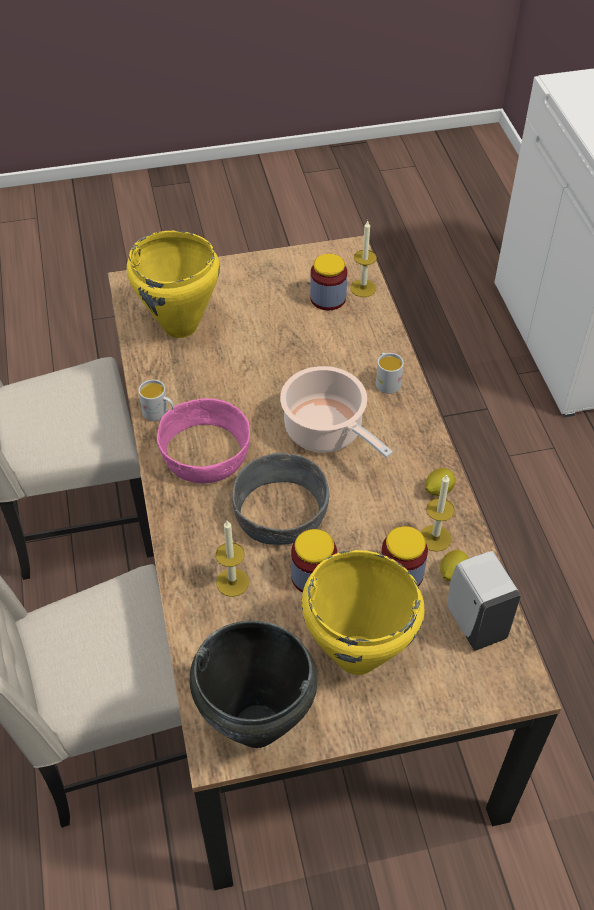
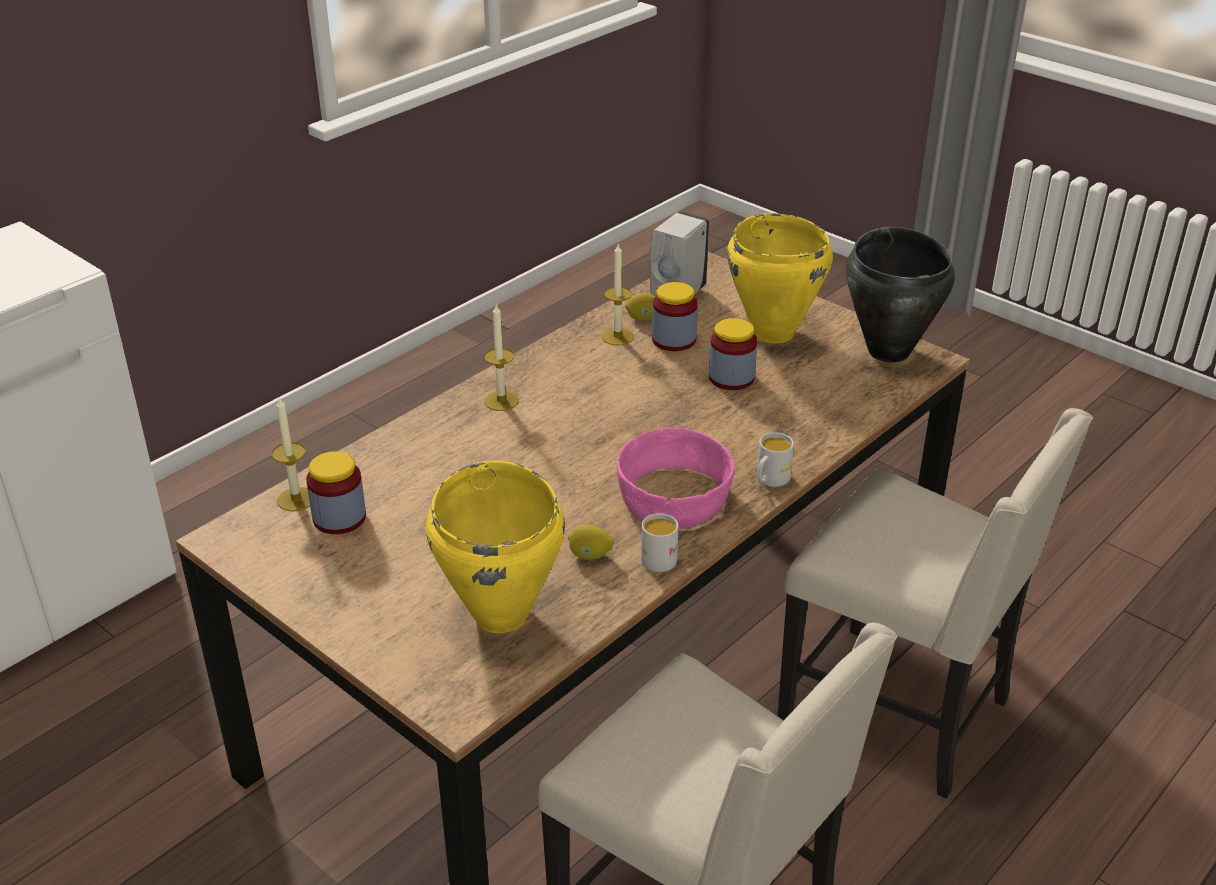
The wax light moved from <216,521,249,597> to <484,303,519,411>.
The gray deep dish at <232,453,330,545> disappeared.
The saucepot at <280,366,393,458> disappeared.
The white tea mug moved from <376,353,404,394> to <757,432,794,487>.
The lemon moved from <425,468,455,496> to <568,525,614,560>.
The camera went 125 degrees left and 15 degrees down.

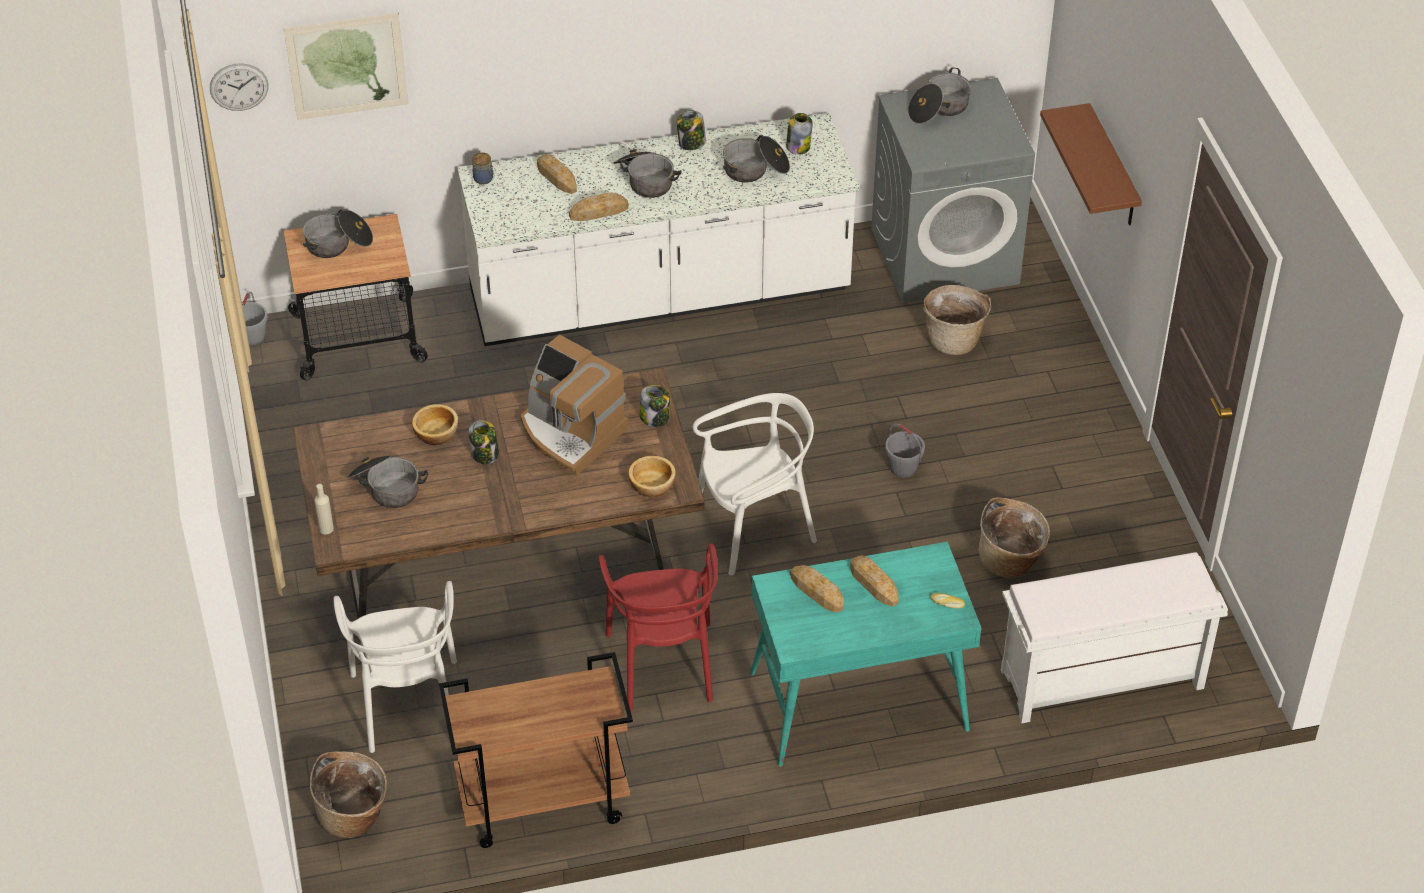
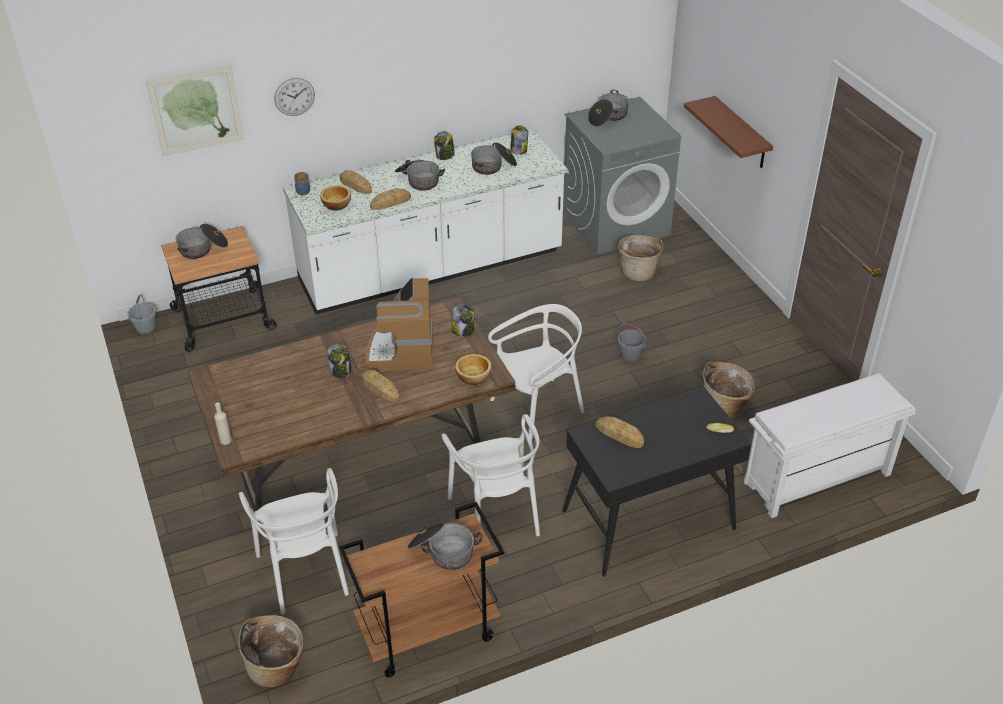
The clock on the wall moved from <210,63,268,111> to <274,78,315,116>.
The saucepot moved from <347,455,428,508> to <408,523,482,570>.
The deep dish moved from <412,404,458,445> to <320,186,351,211>.
The coffee brewer at <520,334,628,476> turned 60 degrees clockwise.
The red upright chair at <598,543,718,711> became the white upright chair at <441,414,540,536>.
The blue-green desk at <750,542,981,767> became the blackish desk at <562,387,751,577>.
The bread moved from <850,555,899,607> to <361,369,399,402>.
The camera went 10 degrees left and 5 degrees down.

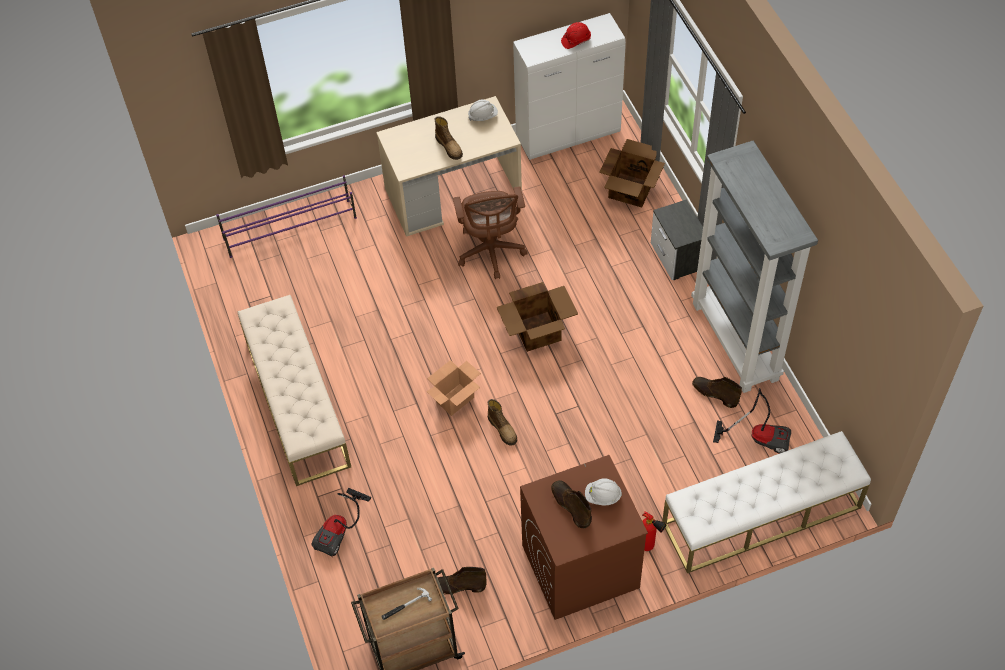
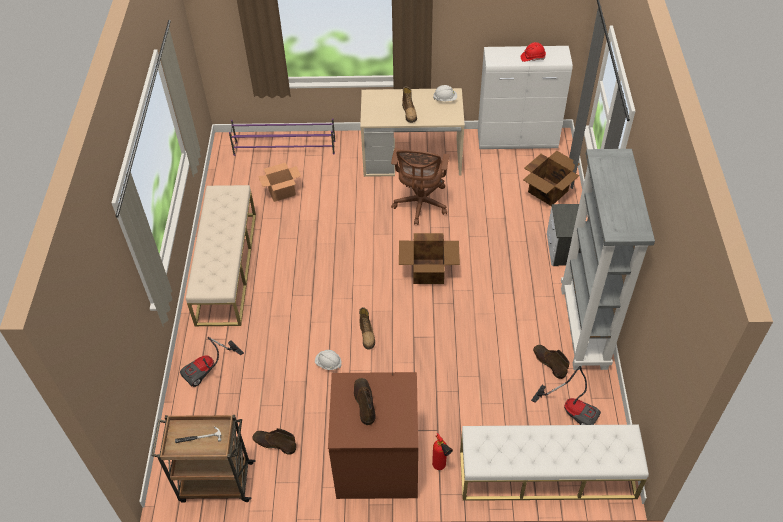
The carton moved from <426,360,481,416> to <258,162,301,202>.
The white hard hat moved from <585,478,622,506> to <315,350,342,370>.
The camera went 20 degrees right and 5 degrees down.

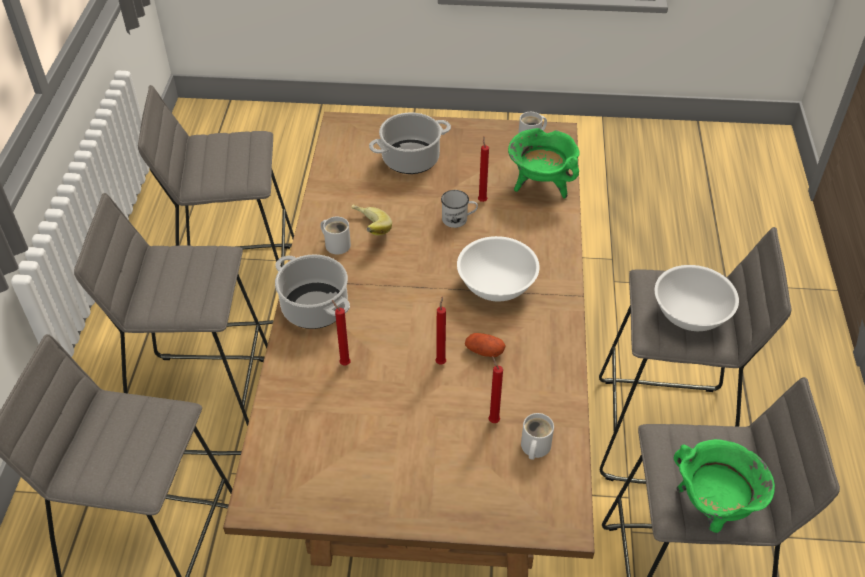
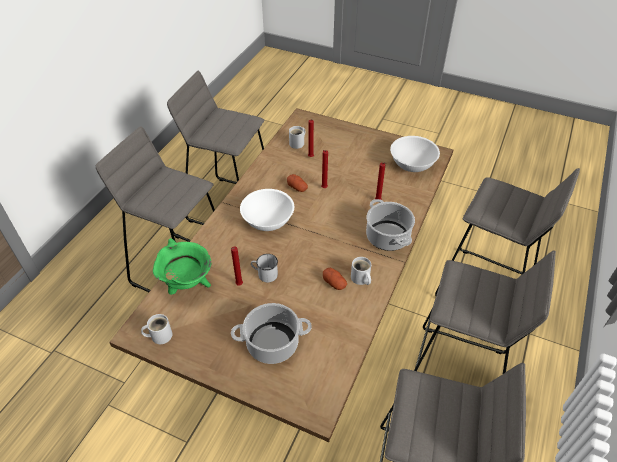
The banana at <351,204,392,236> was replaced by the whole potato at <323,268,347,290>.
The white deep dish moved from <655,265,739,331> to <390,136,440,172>.
The greenish saucepot at <673,439,775,533> disappeared.
The camera went 160 degrees left and 0 degrees up.

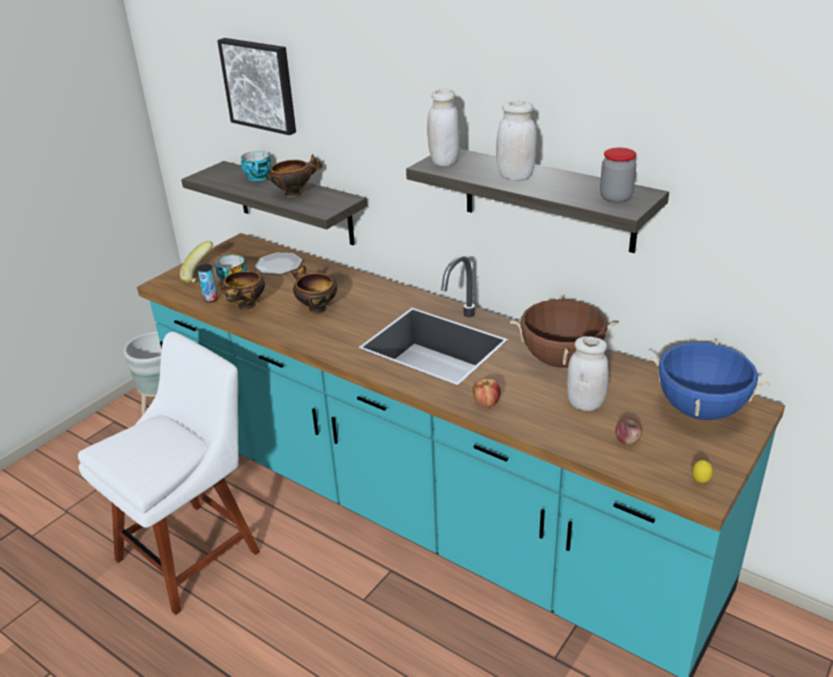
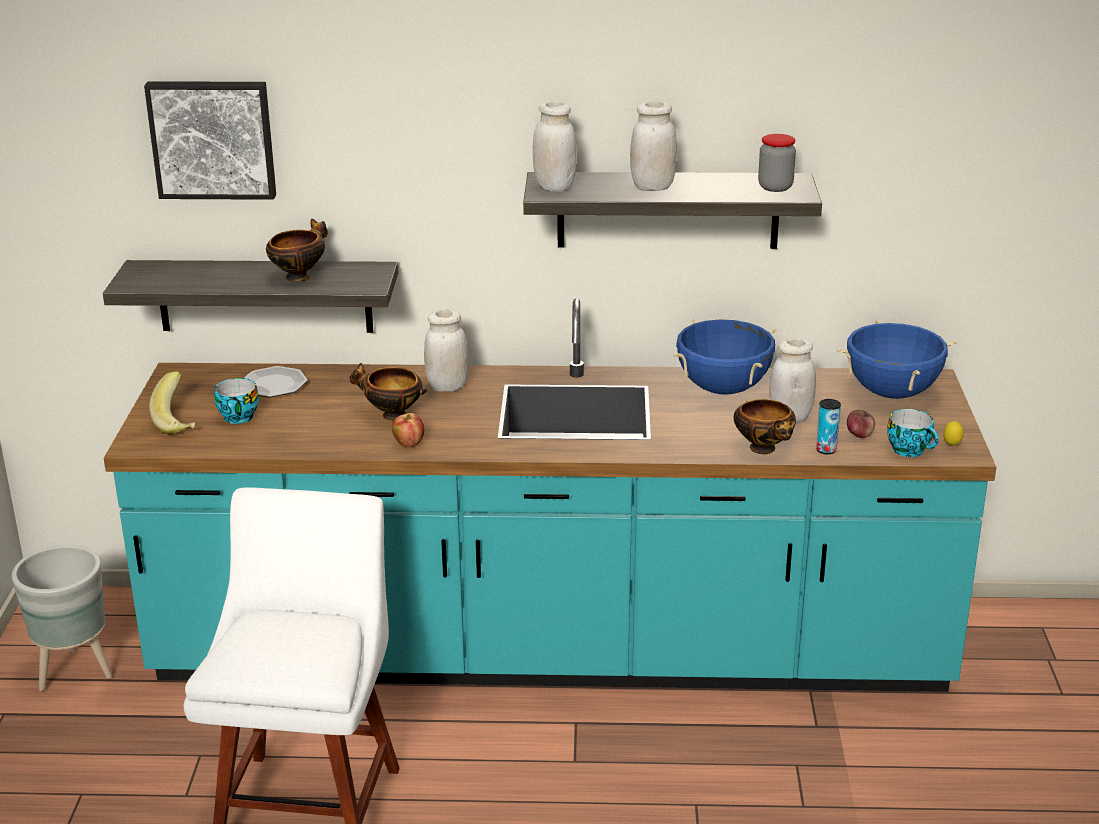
The can moved from <197,264,218,302> to <816,399,841,454>.
The deep dish moved from <221,271,265,310> to <734,399,796,454>.
The small cup moved from <241,151,271,181> to <887,409,939,457>.
The apple fruit moved from <473,378,501,408> to <392,413,424,448>.
The brown-coloured saucepot at <510,296,618,368> became the blue saucepot at <673,319,777,395>.
The white preserve jar at <424,309,468,392> appeared.
The camera went 35 degrees left and 5 degrees down.

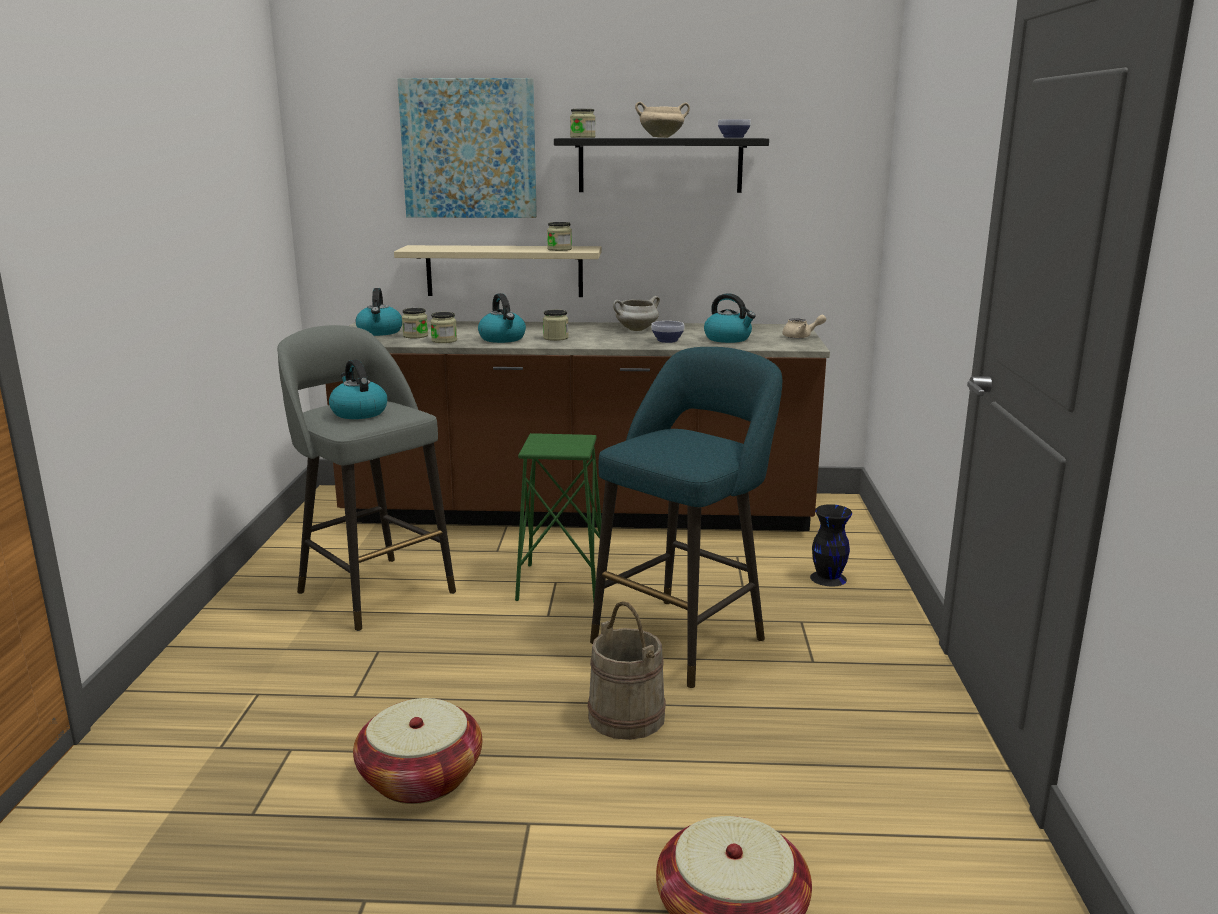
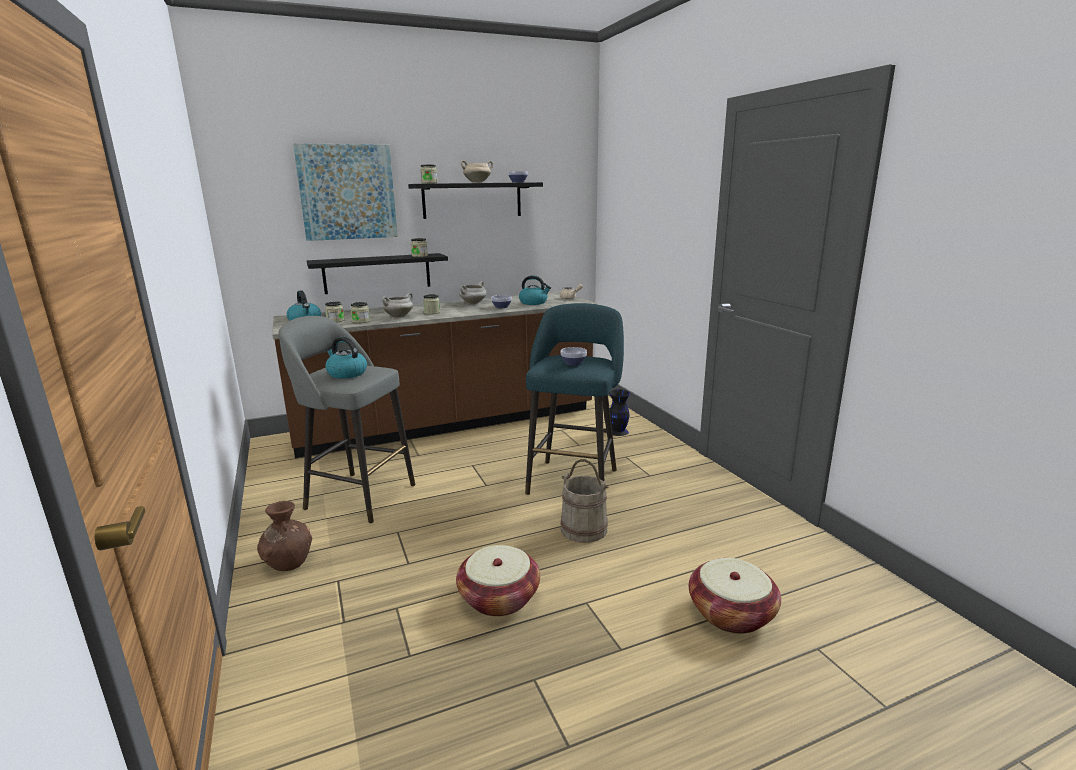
The beige bracket shelf at <394,245,602,297> became the blackish bracket shelf at <307,253,448,294>.
The kettle at <478,293,526,343> was replaced by the white saucepot at <382,293,413,318>.
The greenish stool seat at <515,433,602,603> disappeared.
The brown-coloured decorative vase at <257,501,312,571> appeared.
The deep dish at <561,347,587,366> appeared.
The camera went 25 degrees left and 0 degrees up.

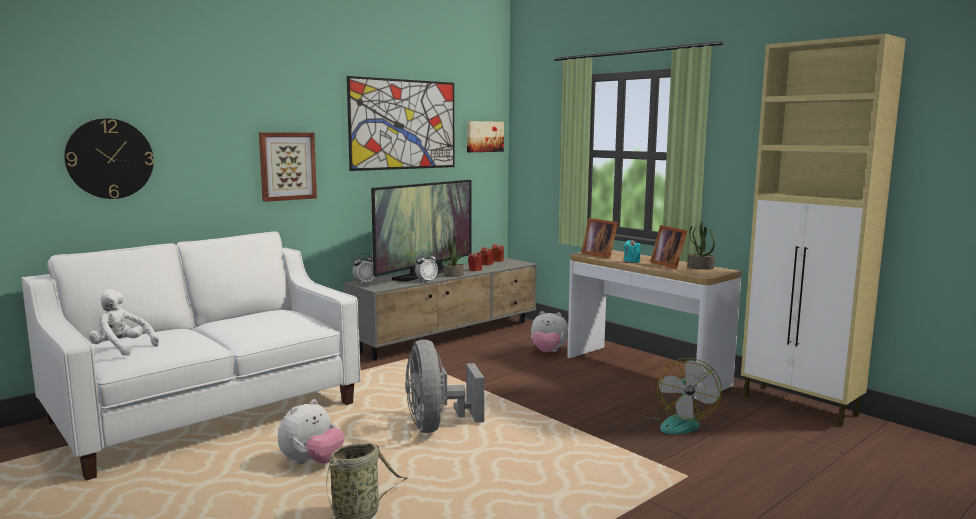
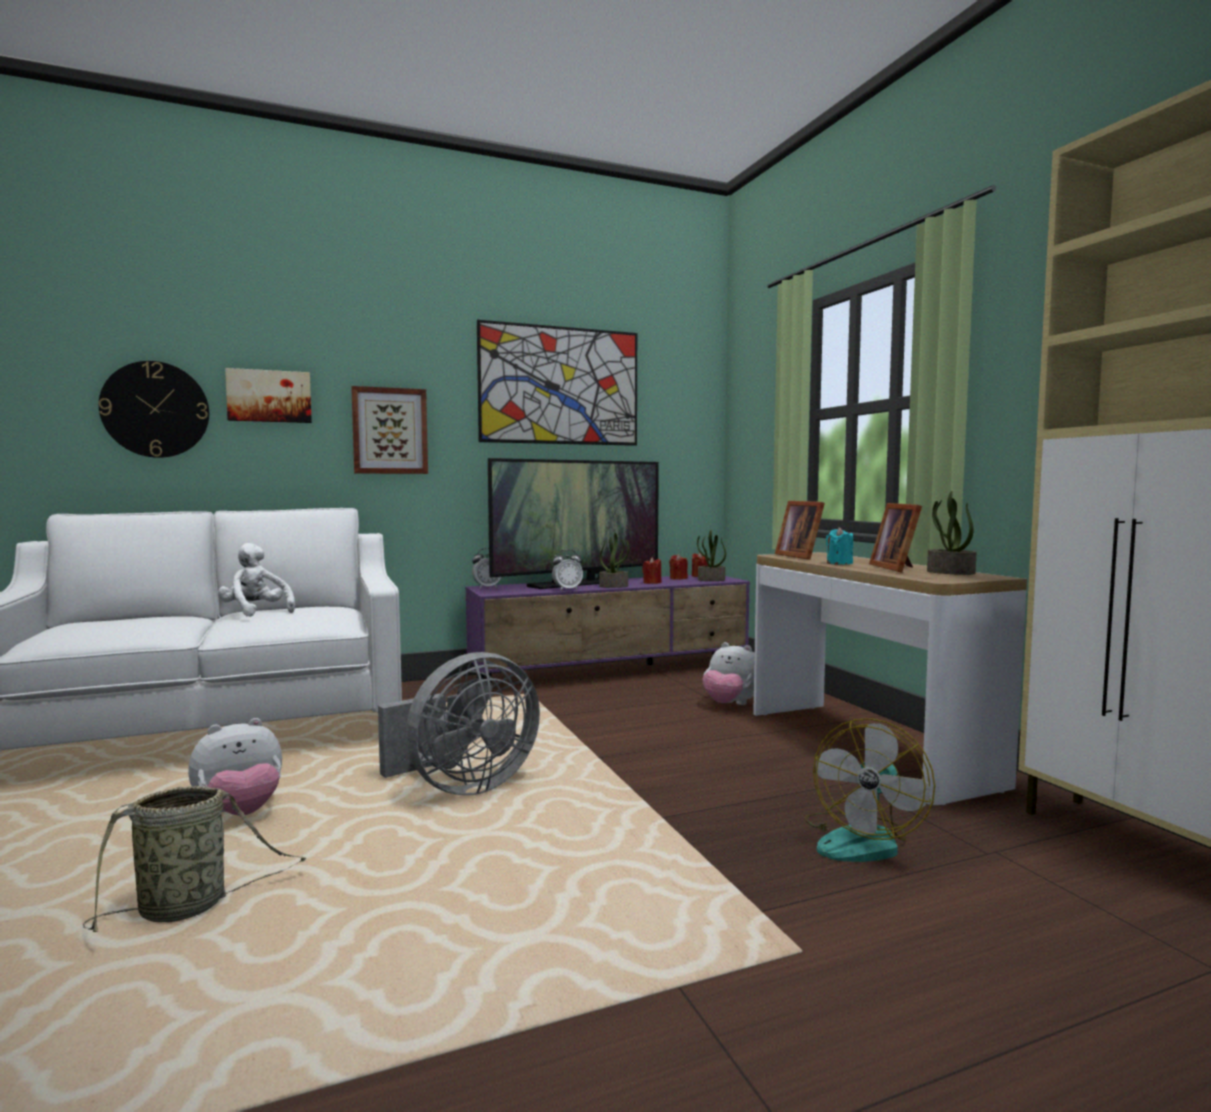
The white cuddly toy moved from <89,289,159,356> to <218,543,295,617>.
The gray tv unit at <344,257,537,360> became the purple tv unit at <465,575,750,683>.
The gray cooling fan at <405,340,484,433> turned 135 degrees counterclockwise.
The wall art moved from <467,121,504,152> to <225,368,312,423>.
The potted plant at <697,530,726,581> appeared.
The camera went 20 degrees right and 5 degrees down.

